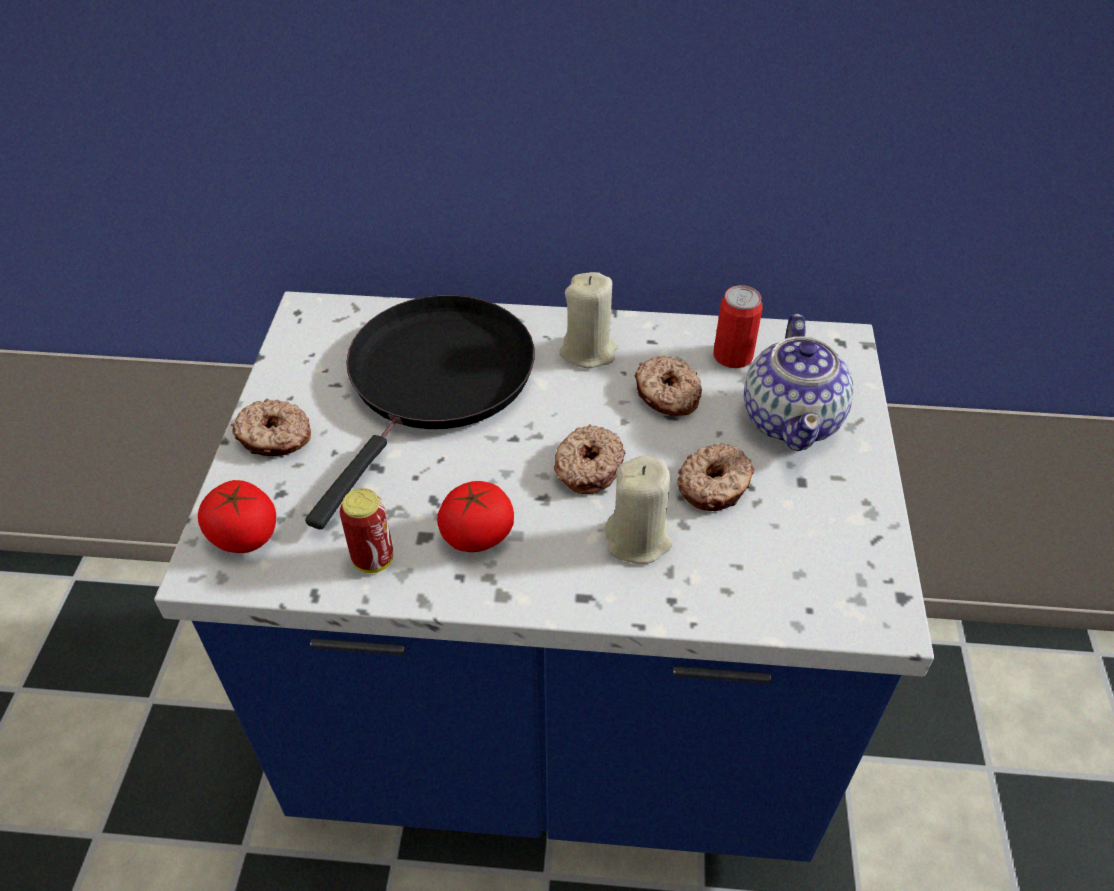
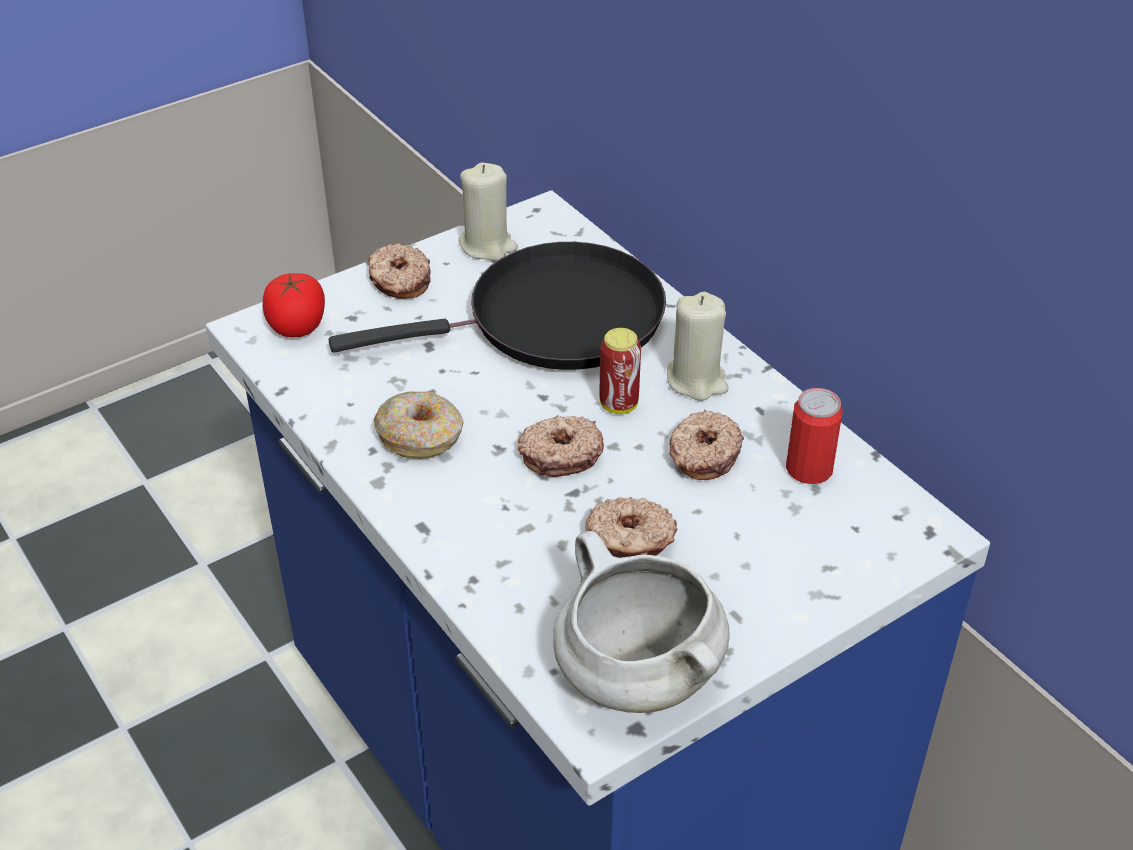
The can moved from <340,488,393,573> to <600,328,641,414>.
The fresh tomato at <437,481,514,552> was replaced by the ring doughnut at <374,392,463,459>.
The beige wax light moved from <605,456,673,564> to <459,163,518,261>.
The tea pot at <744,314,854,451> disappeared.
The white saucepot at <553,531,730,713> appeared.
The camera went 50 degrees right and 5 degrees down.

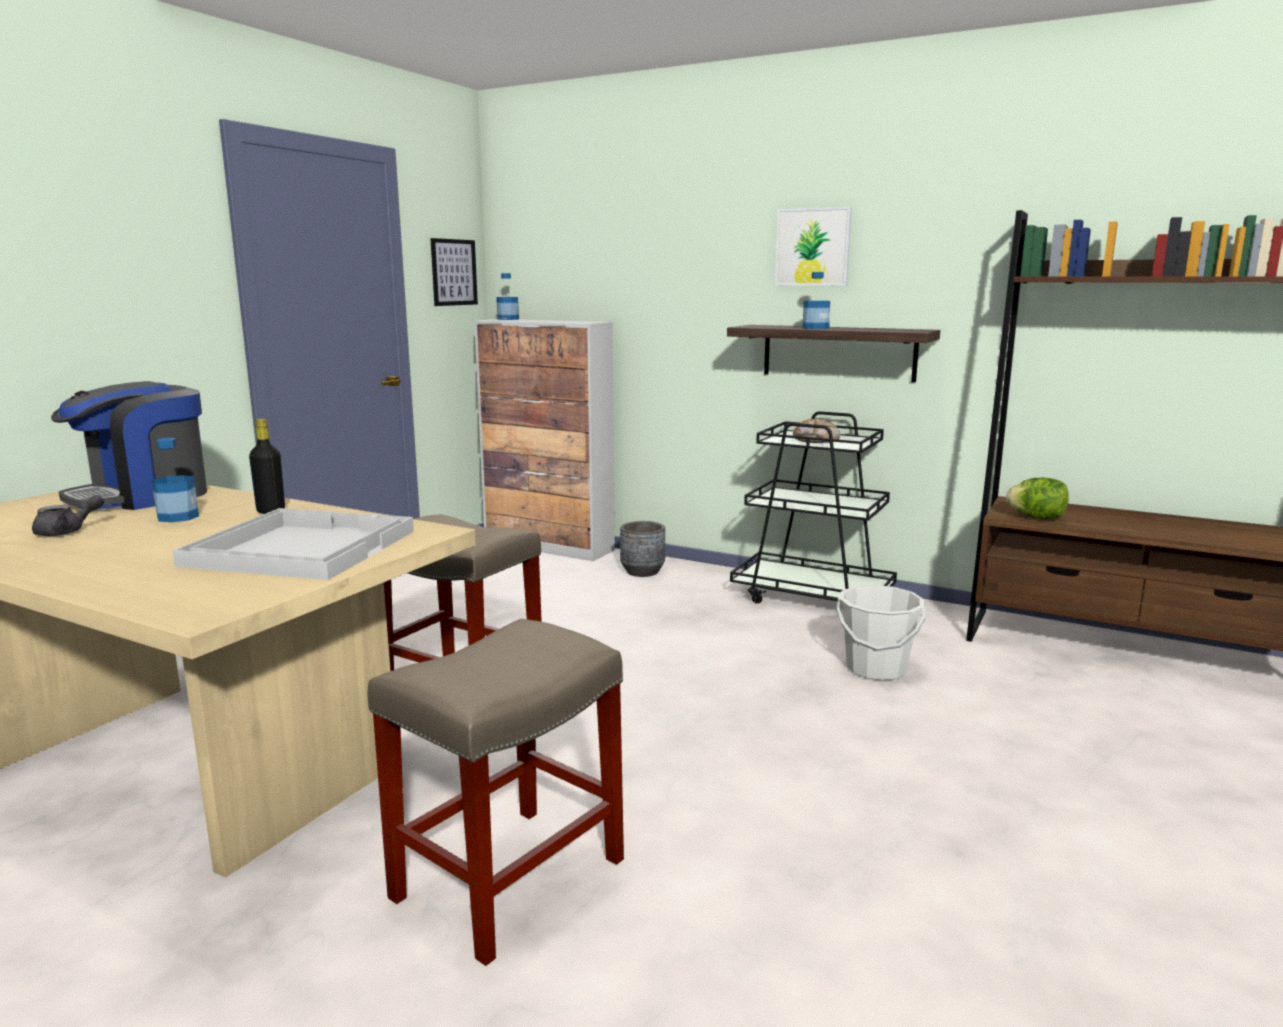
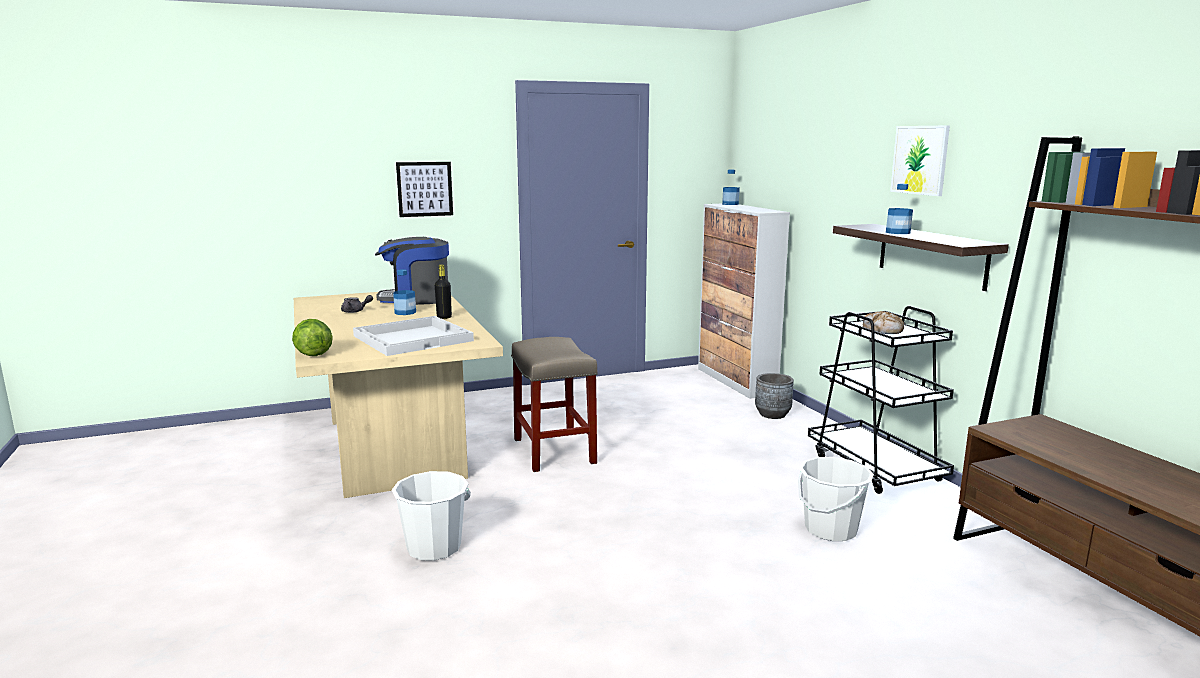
The beige stool seat at <368,619,624,966> was replaced by the white bucket at <392,471,471,561>.
The wall art moved from <430,238,478,306> to <396,162,453,217>.
The lettuce moved from <1006,478,1069,519> to <292,319,333,356>.
The camera went 40 degrees right and 0 degrees up.

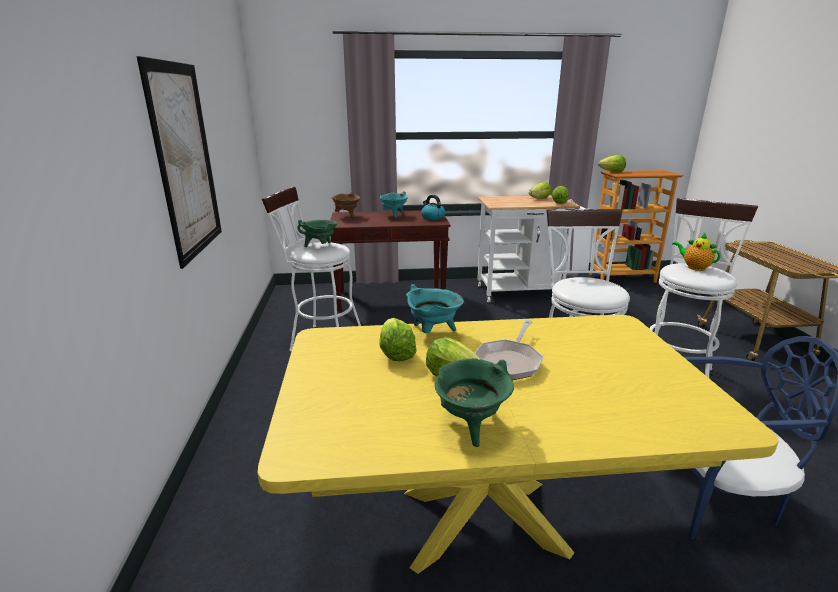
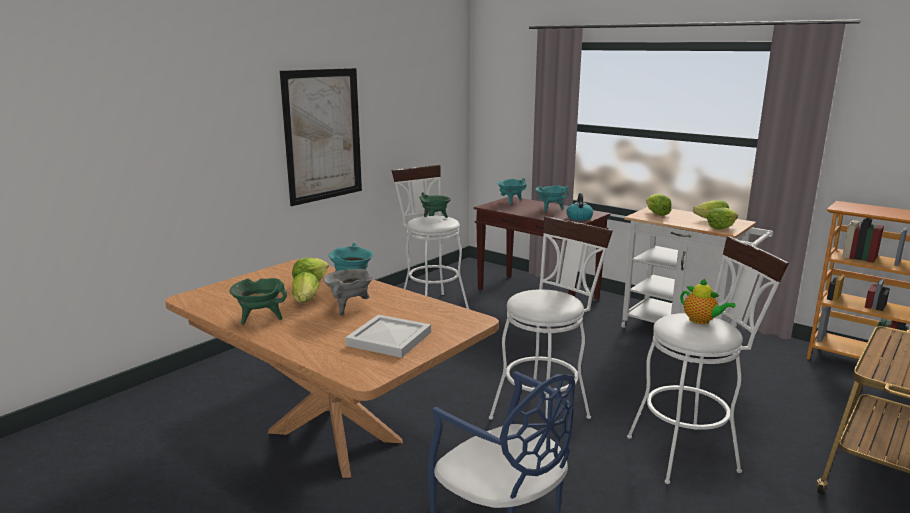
The yellowish dining table at <258,315,779,574> became the brown-coloured dining table at <165,259,499,478>.
The brown-coloured saucepot at <332,191,361,219> became the blue-green saucepot at <497,178,526,204>.
The frying pan at <475,320,543,380> was replaced by the gray saucepot at <323,269,373,316>.
The lettuce moved from <598,155,626,172> to <646,194,672,216>.
The tea pot at <672,233,721,271> turned 135 degrees clockwise.
The white tray at <345,315,431,358> appeared.
The camera went 45 degrees right and 5 degrees down.

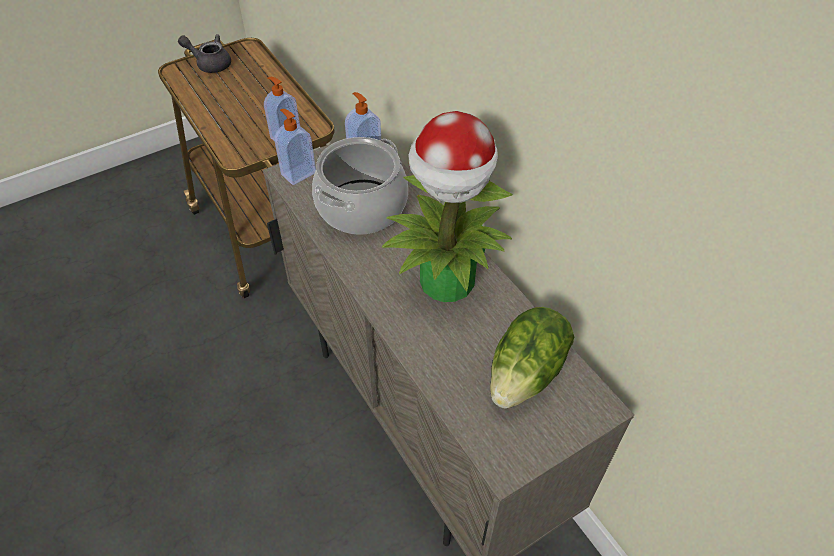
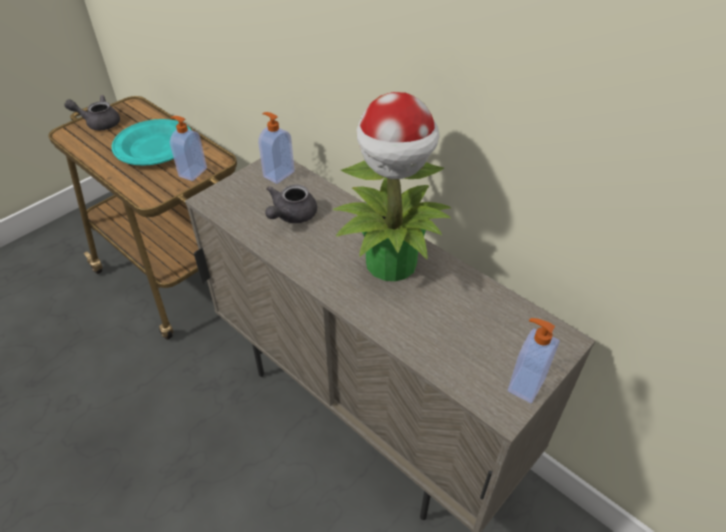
The soap bottle moved from <274,109,316,185> to <508,318,560,403>.
The saucepot at <312,137,408,235> was replaced by the gray tea pot at <265,184,317,223>.
The lettuce at <490,307,574,409> disappeared.
The blue-green flat dish at <112,119,191,166> appeared.
The camera went 15 degrees left and 5 degrees down.

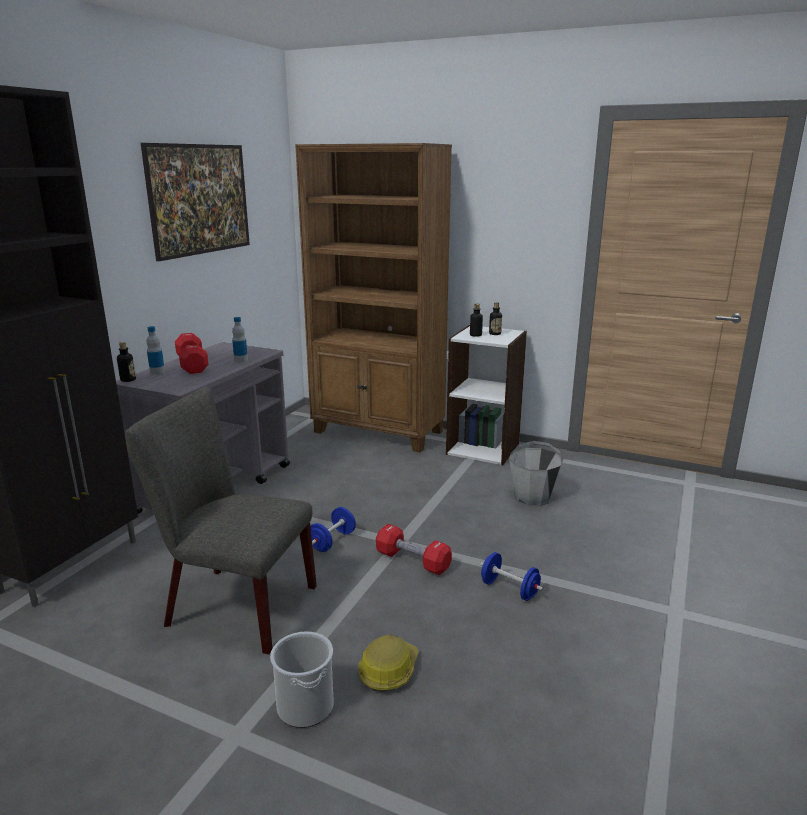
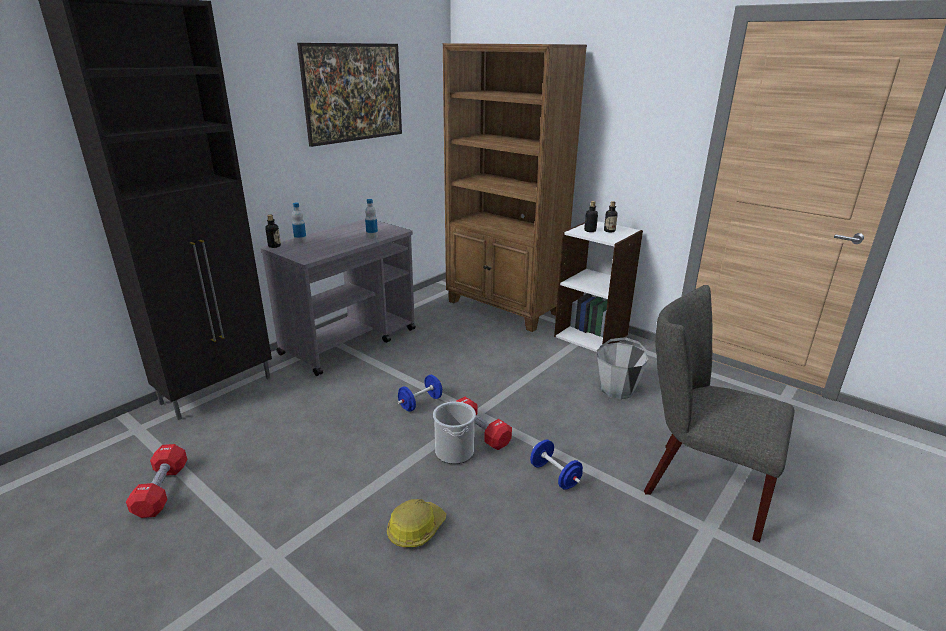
The gray upright chair moved from <125,386,317,654> to <644,285,794,542>.
The red free weight moved from <175,333,208,374> to <126,444,187,518>.
The bucket moved from <270,631,334,728> to <433,402,476,464>.
The camera went 15 degrees right and 5 degrees up.

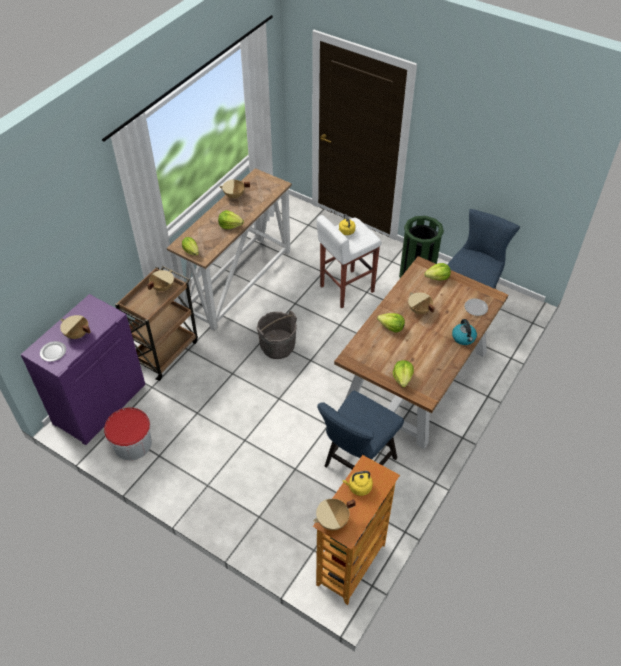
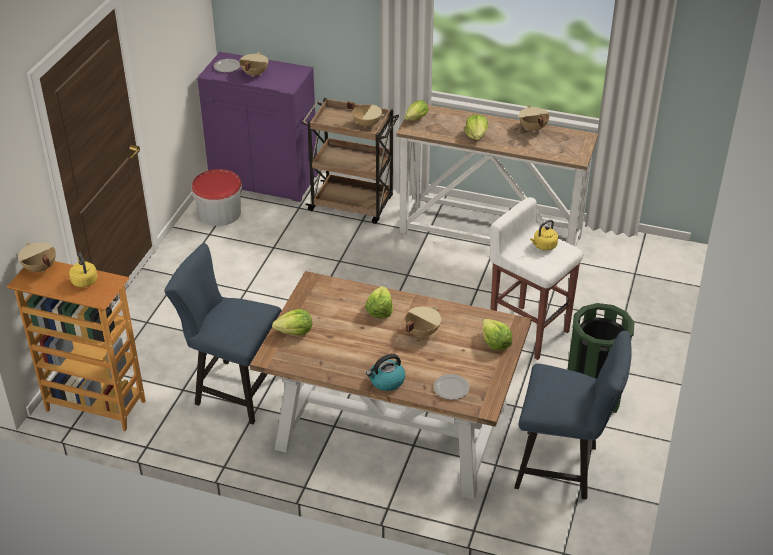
The gray bucket at <256,311,297,359> disappeared.
The camera went 75 degrees right and 10 degrees down.

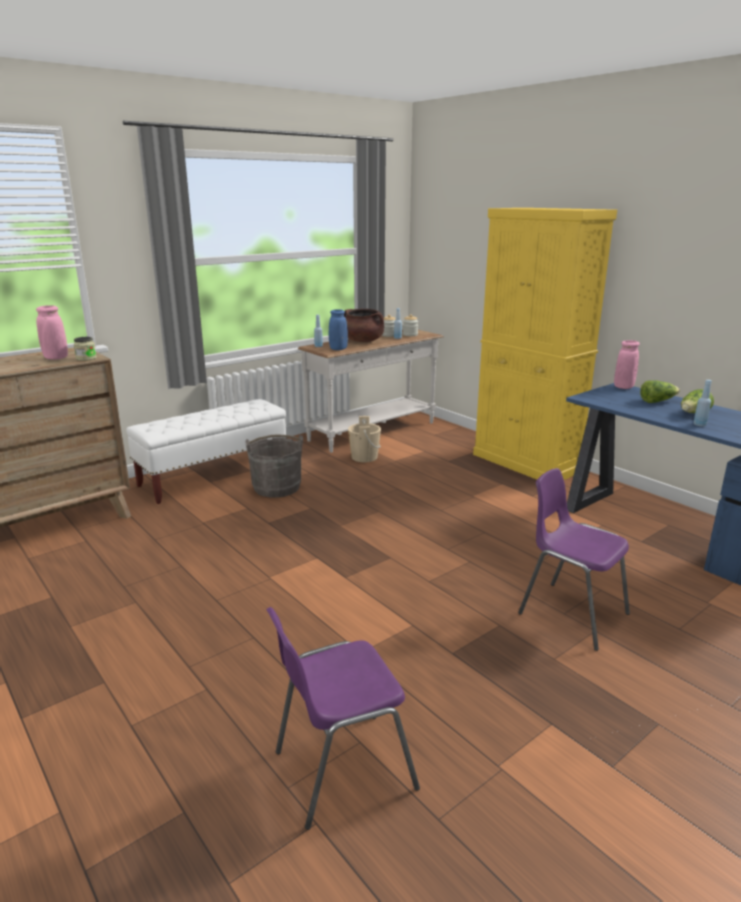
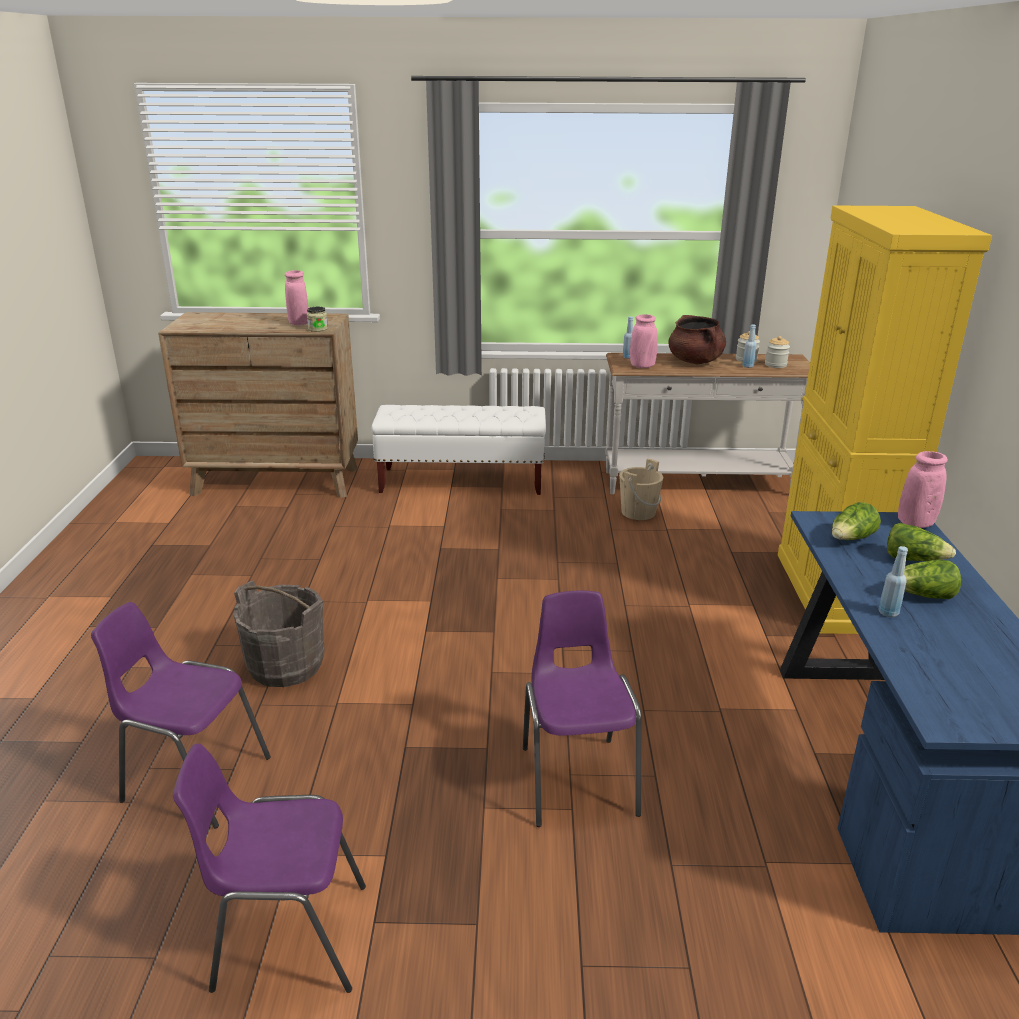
The gray bucket moved from <245,434,303,497> to <233,580,324,687>.
The blue decorative vase at <329,309,348,350> became the pink decorative vase at <630,314,658,368>.
The purple upright chair at <173,743,366,993> appeared.
The lettuce at <832,502,881,540> appeared.
The camera went 40 degrees right and 5 degrees up.

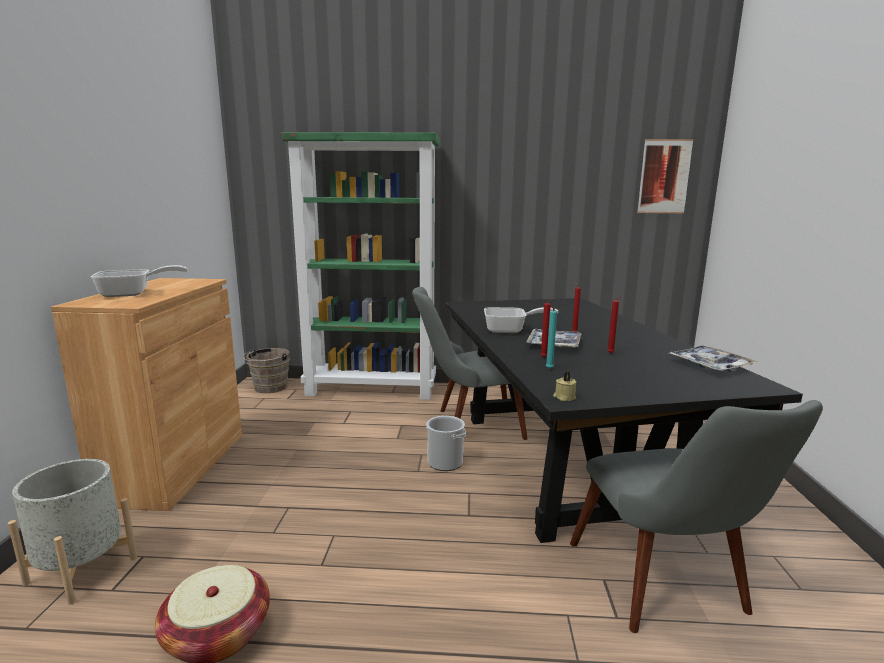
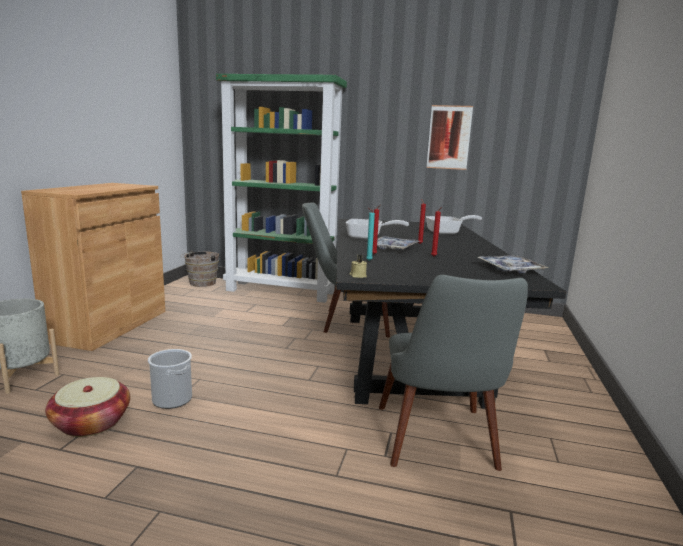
The frying pan moved from <91,265,188,297> to <426,215,482,234>.
The bucket moved from <426,416,466,471> to <148,349,192,409>.
The wall art moved from <637,139,694,213> to <426,105,473,170>.
The camera went 10 degrees right and 0 degrees up.

